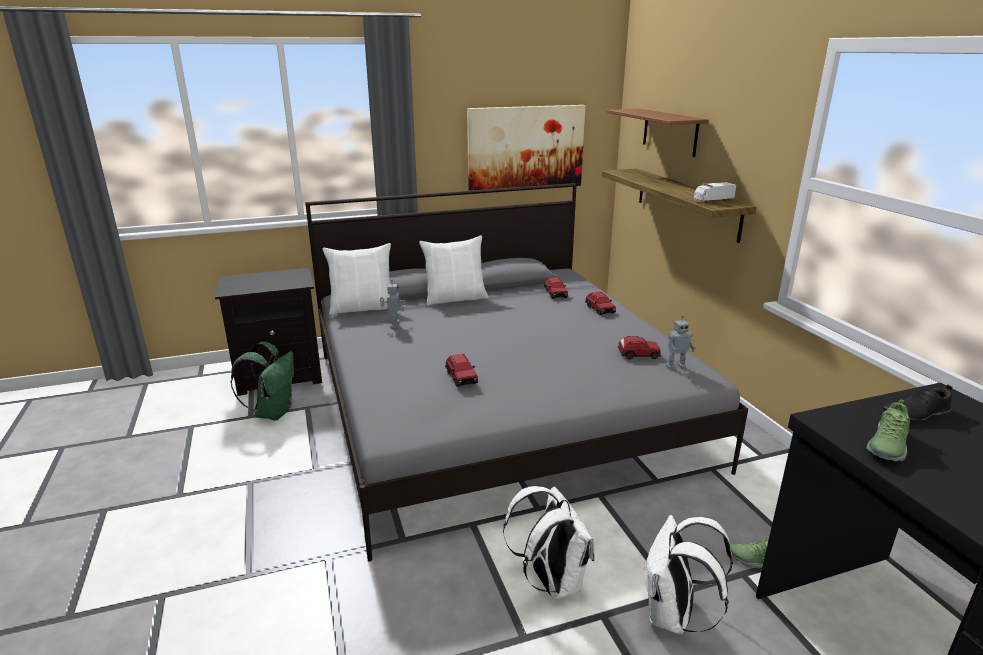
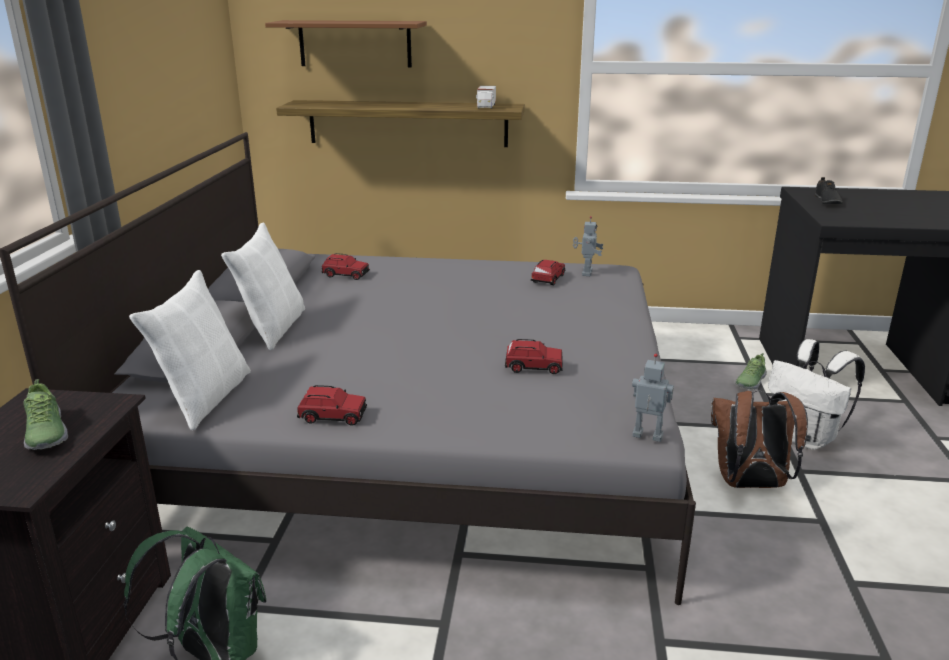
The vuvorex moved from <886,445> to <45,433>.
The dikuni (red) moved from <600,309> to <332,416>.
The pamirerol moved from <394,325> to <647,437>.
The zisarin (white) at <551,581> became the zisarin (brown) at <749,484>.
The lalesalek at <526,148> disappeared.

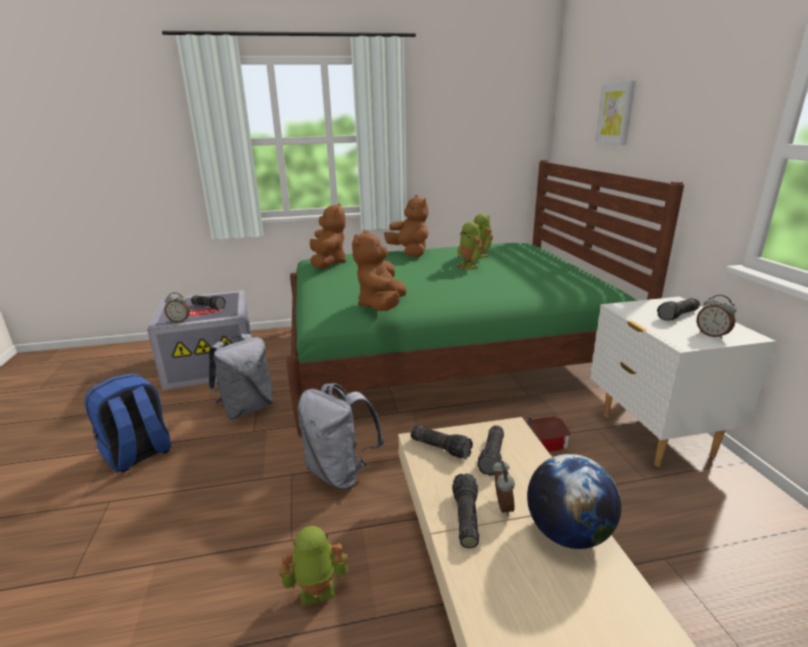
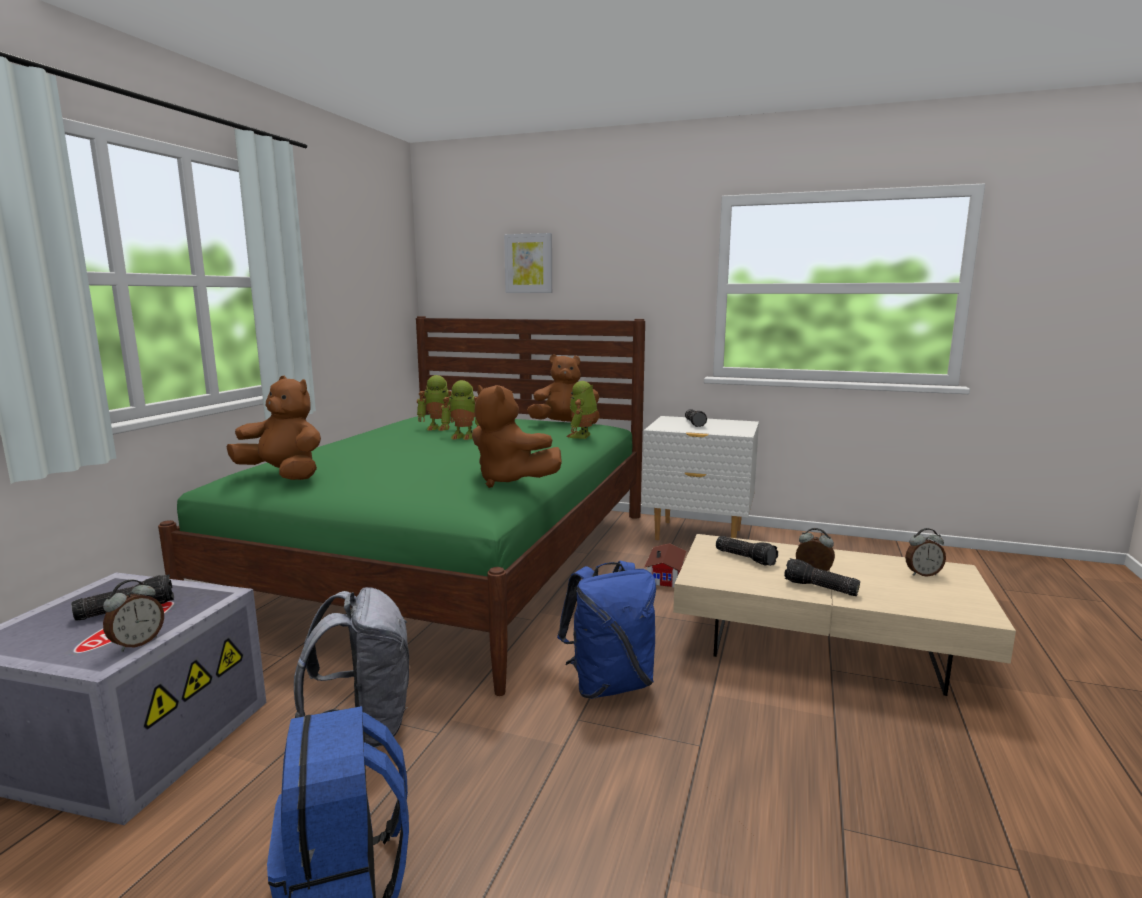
The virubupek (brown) moved from <410,253> to <565,425>.
The zisarin (grey) at <340,473> became the zisarin (blue) at <609,684>.
The pamirerol moved from <317,594> to <582,436>.
The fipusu moved from <712,335> to <922,574>.
The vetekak at <441,447> disappeared.
The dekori at <567,533> disappeared.

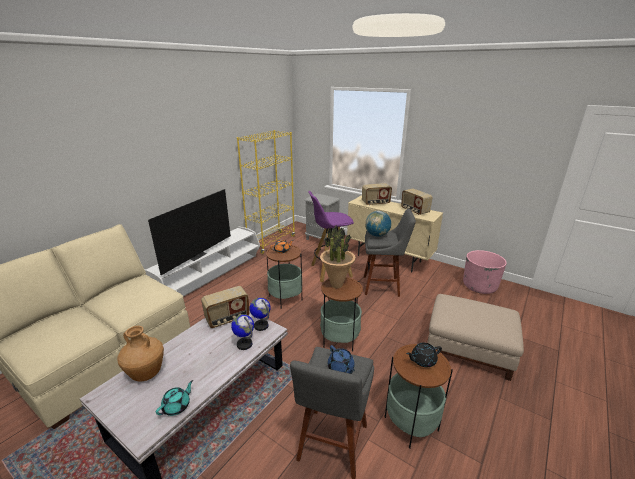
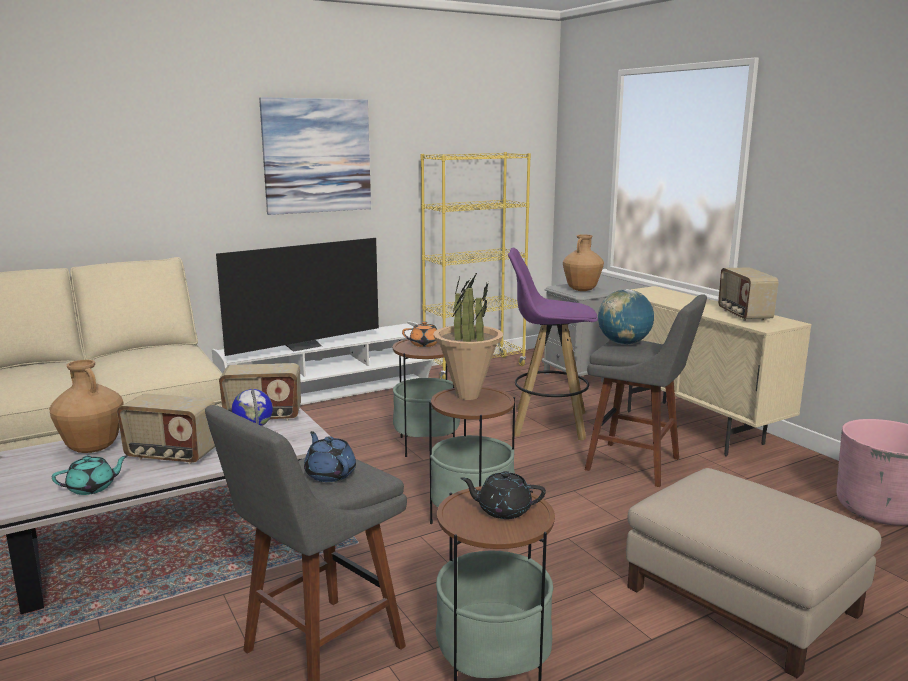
The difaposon moved from <375,203> to <171,456>.
The lalesalek at <317,156> appeared.
The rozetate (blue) at <341,368> turned 150 degrees clockwise.
The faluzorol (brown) at <581,290> appeared.
The dekori at <261,326> disappeared.

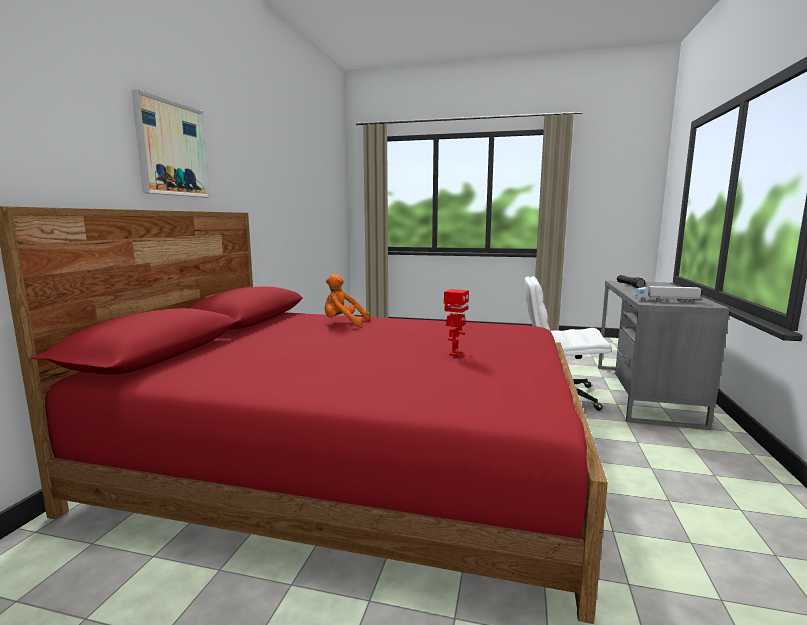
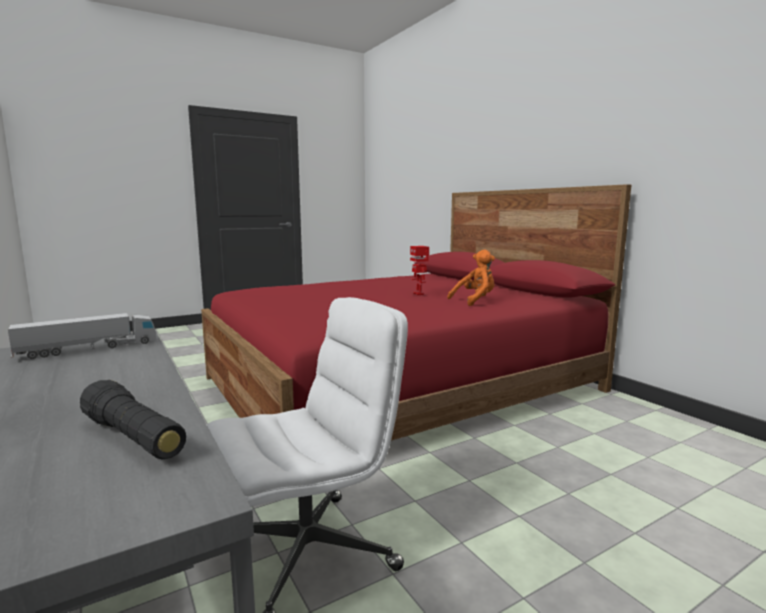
The pamirerol moved from <455,354> to <418,294>.
The lalesalek at <172,149> disappeared.

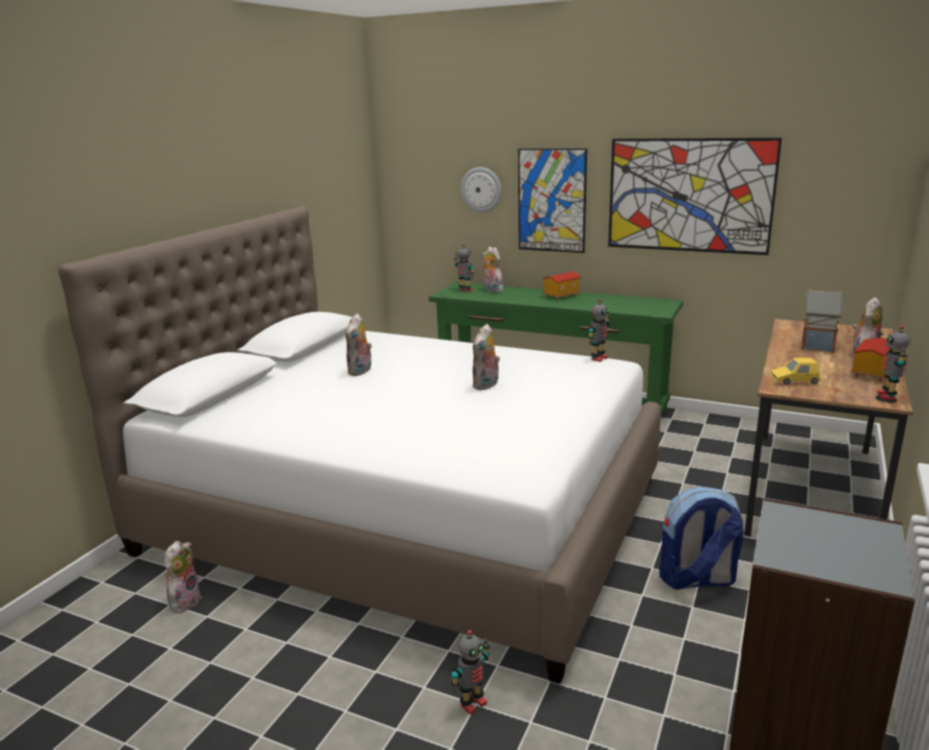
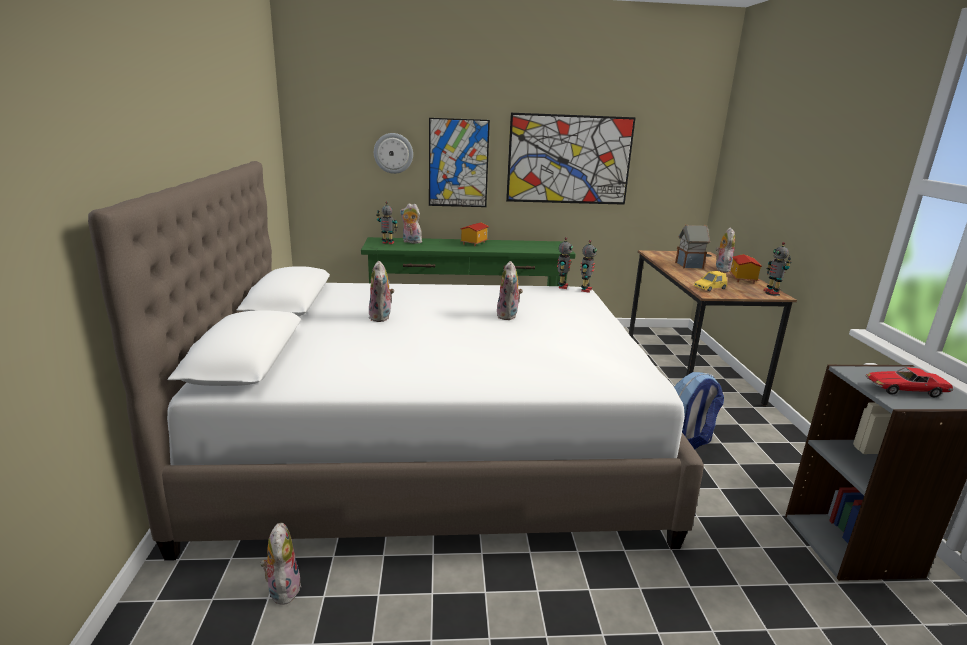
The pamirerol moved from <472,703> to <585,290>.
The dikuni at <904,390> appeared.

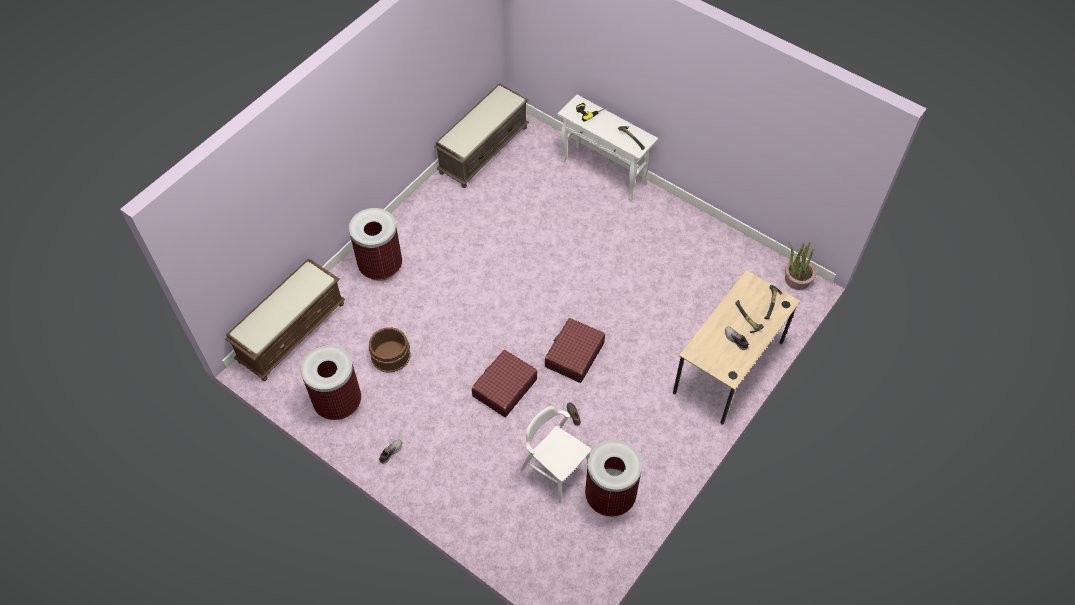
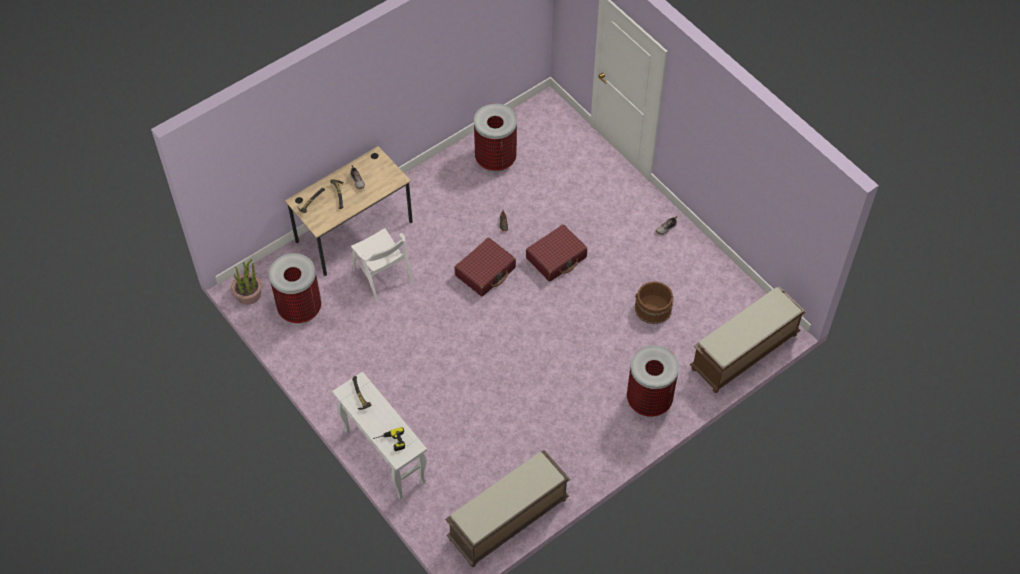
The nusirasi moved from <338,402> to <299,309>.
The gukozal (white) moved from <555,469> to <382,276>.

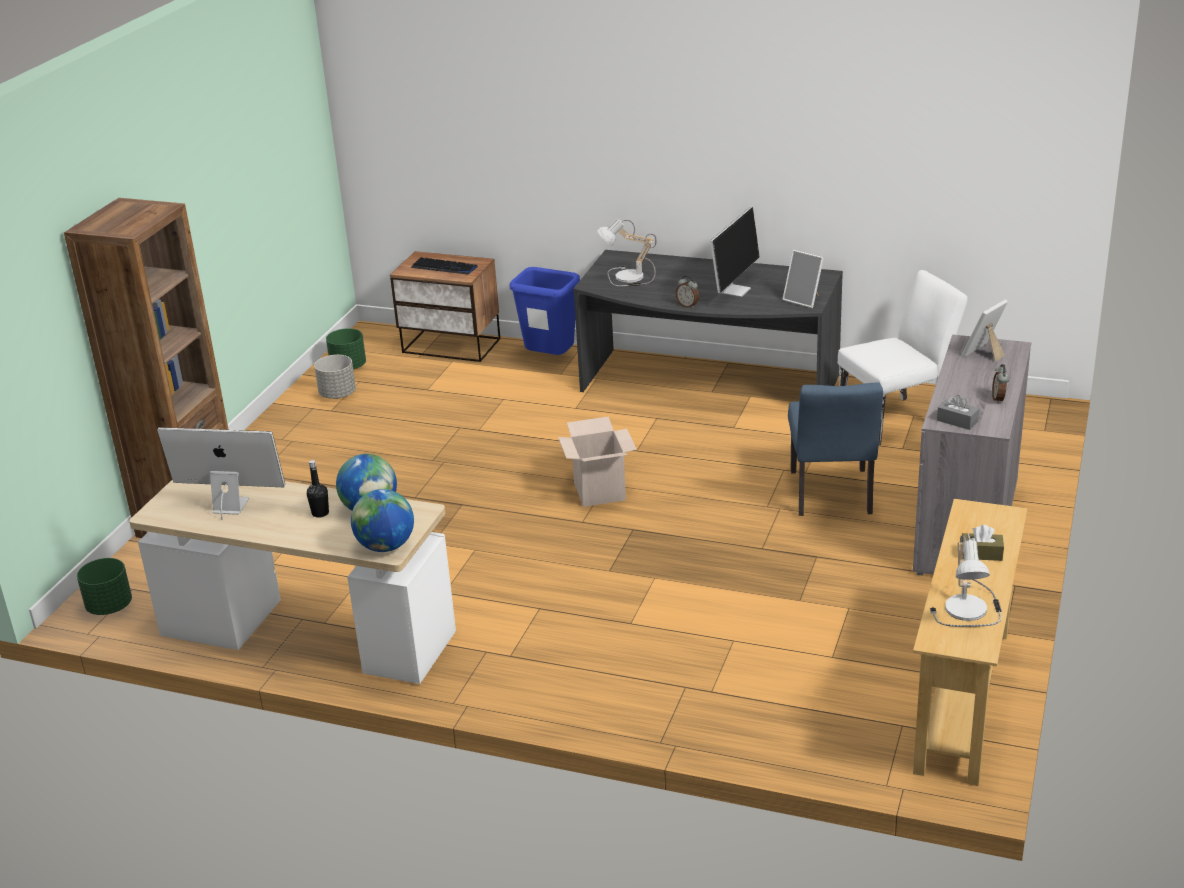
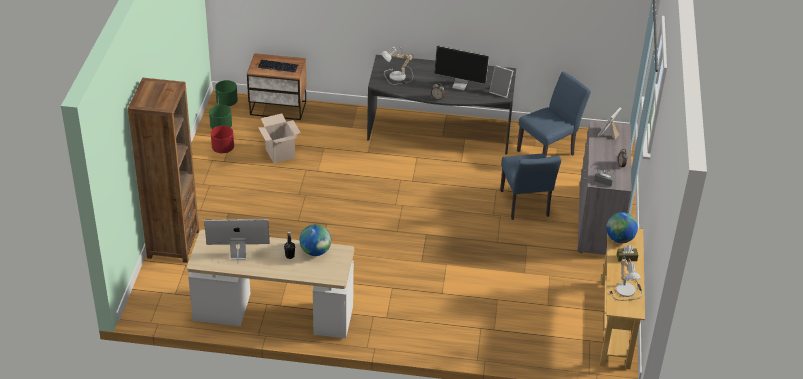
The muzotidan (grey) at <337,394> became the muzotidan (red) at <223,149>.
The muzotidan (green) moved from <109,607> to <227,103>.
The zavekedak moved from <599,491> to <280,153>.
The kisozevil at <735,290> turned 90 degrees clockwise.
The gukozal (white) at <898,419> became the gukozal (blue) at <549,151>.
The dekori moved from <385,546> to <619,239>.
The nusirasi (blue) at <551,361> disappeared.

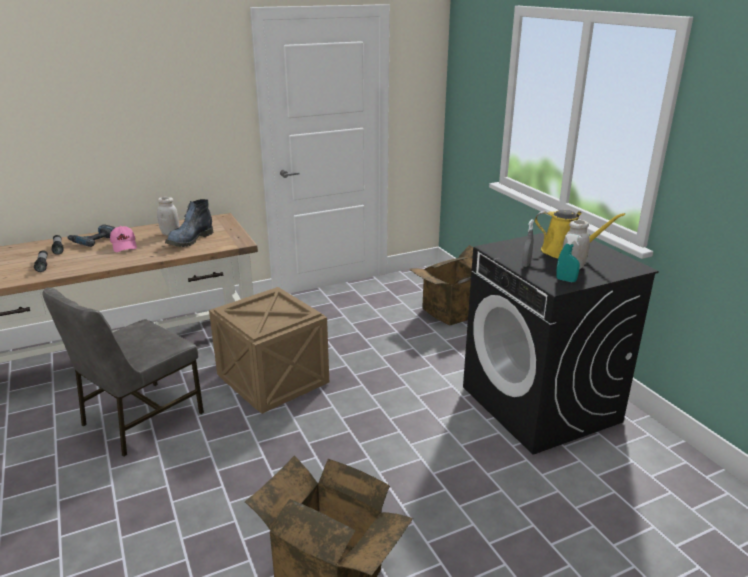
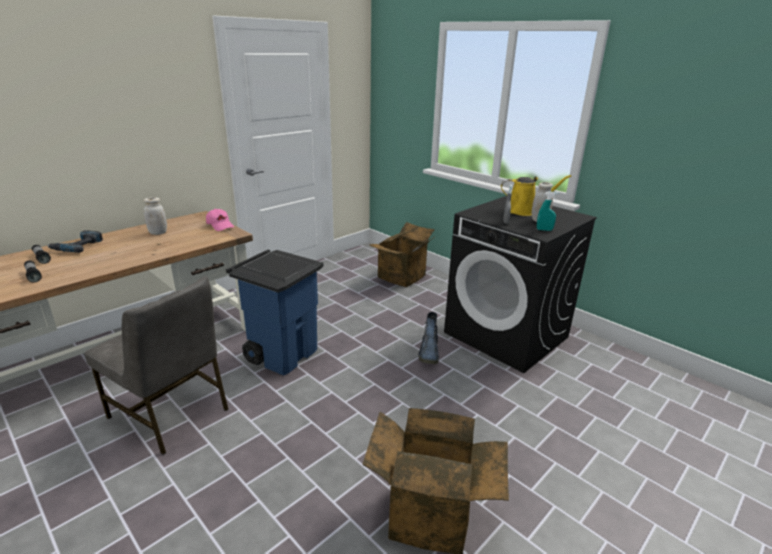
The gukozal (grey) at <140,419> turned 75 degrees counterclockwise.
The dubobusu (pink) moved from <124,245> to <220,226>.
The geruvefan at <272,379> was replaced by the nusirasi (blue) at <283,354>.
The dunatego moved from <189,240> to <429,352>.

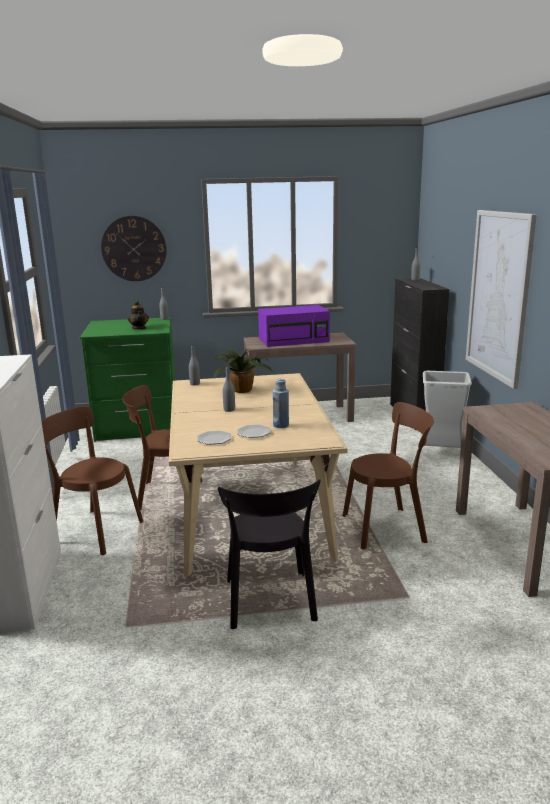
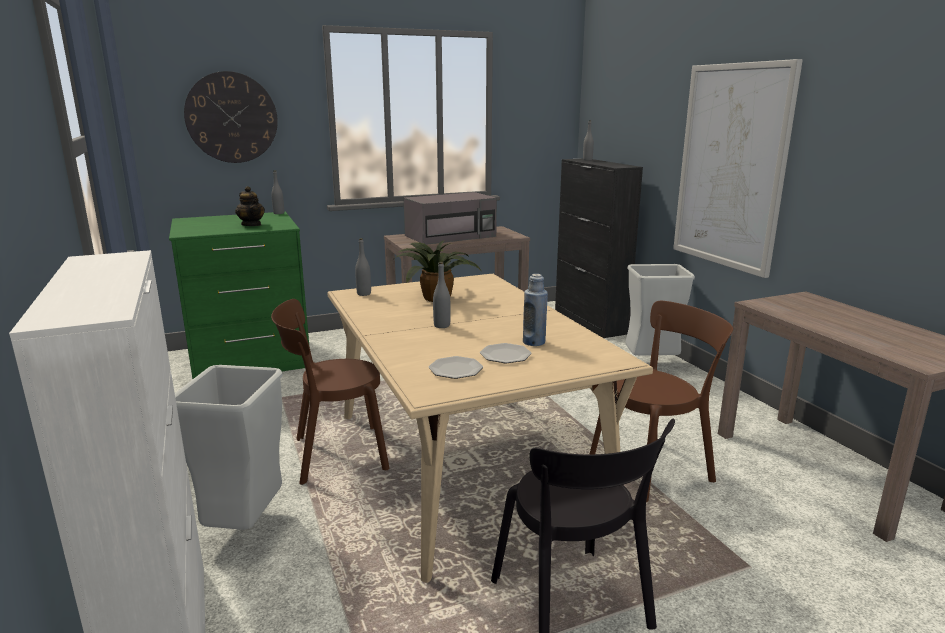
The gukozal (brown) at <93,531> was replaced by the nusirasi (grey) at <246,525>.
The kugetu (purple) at <294,340> became the kugetu (grey) at <451,236>.

